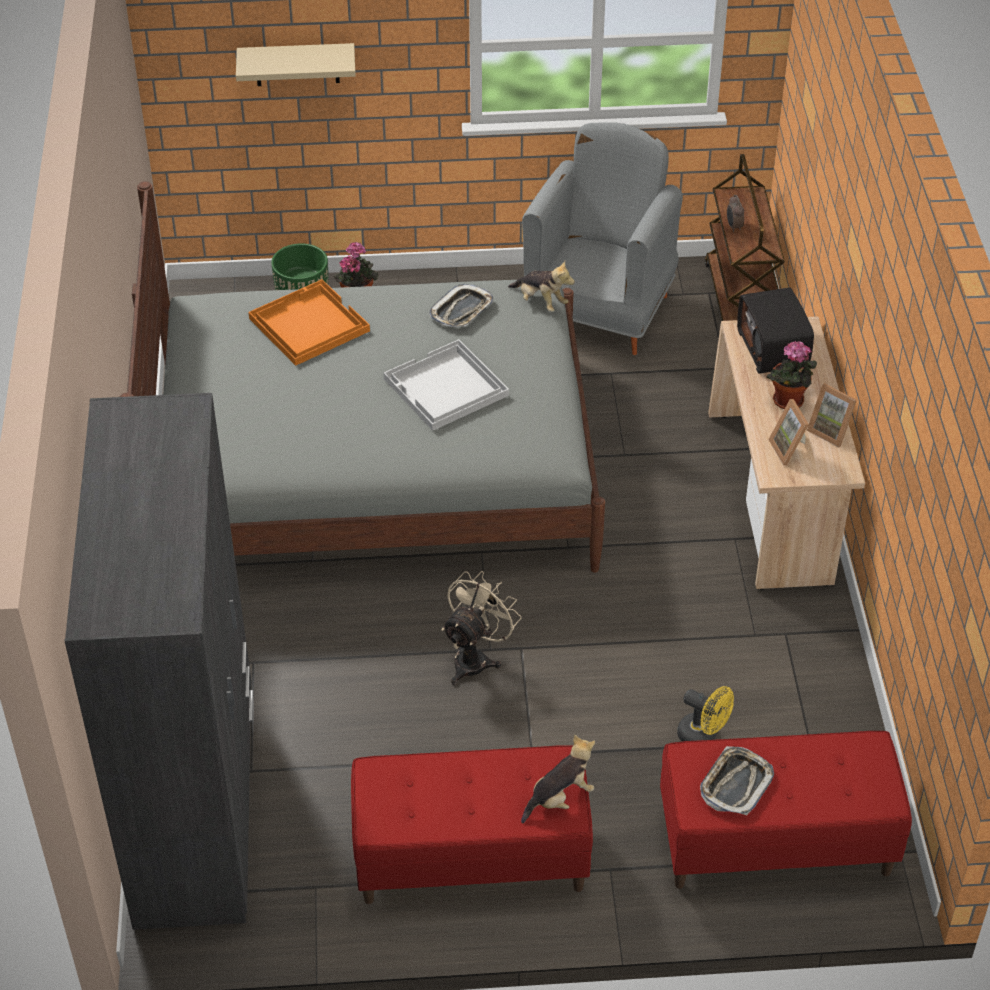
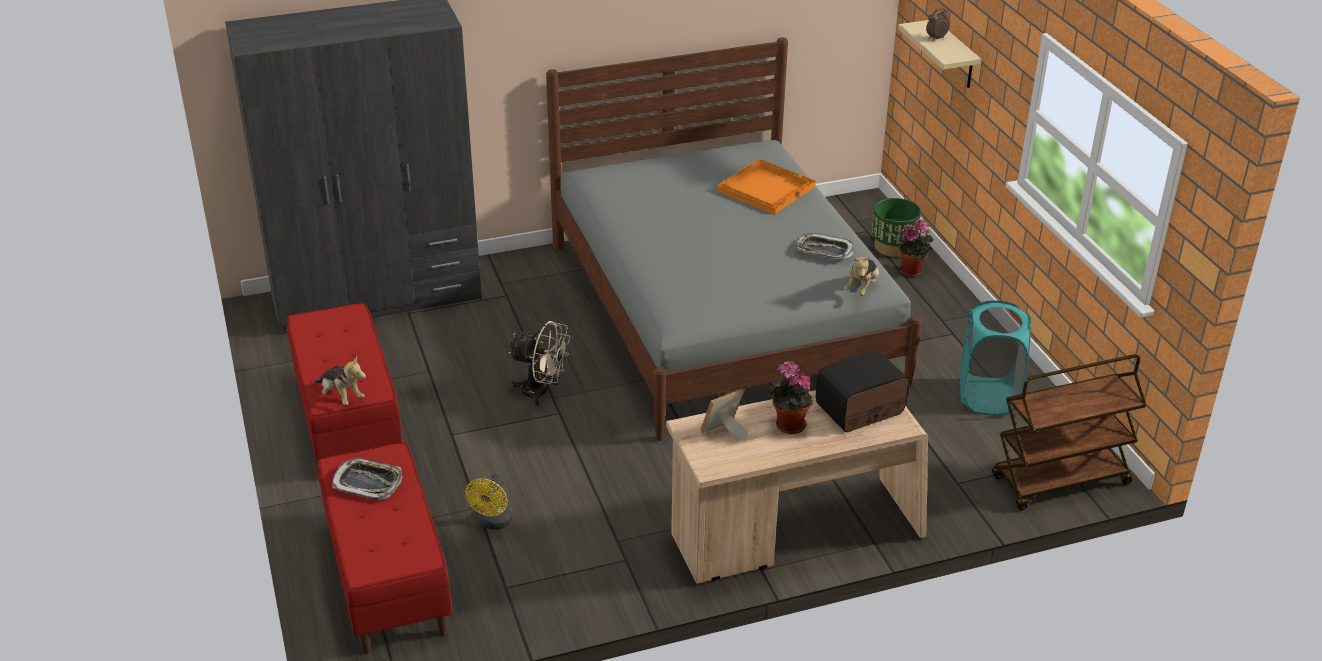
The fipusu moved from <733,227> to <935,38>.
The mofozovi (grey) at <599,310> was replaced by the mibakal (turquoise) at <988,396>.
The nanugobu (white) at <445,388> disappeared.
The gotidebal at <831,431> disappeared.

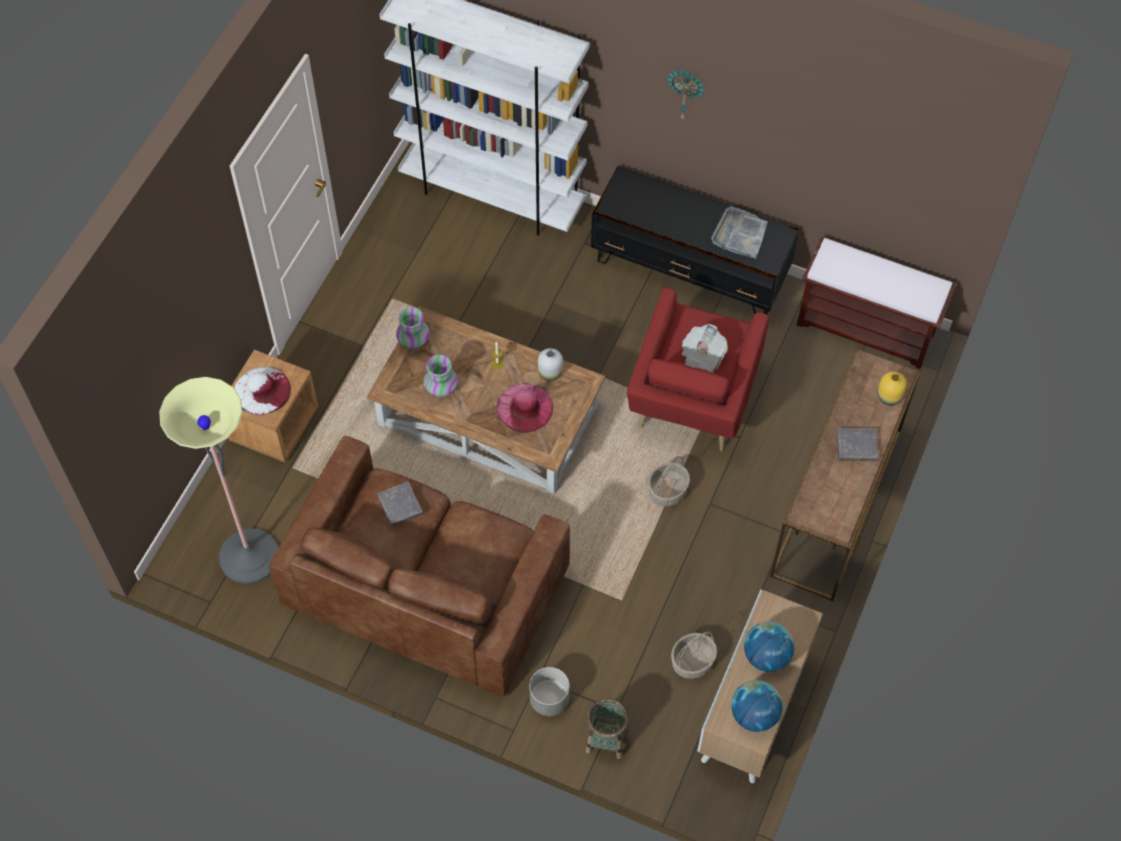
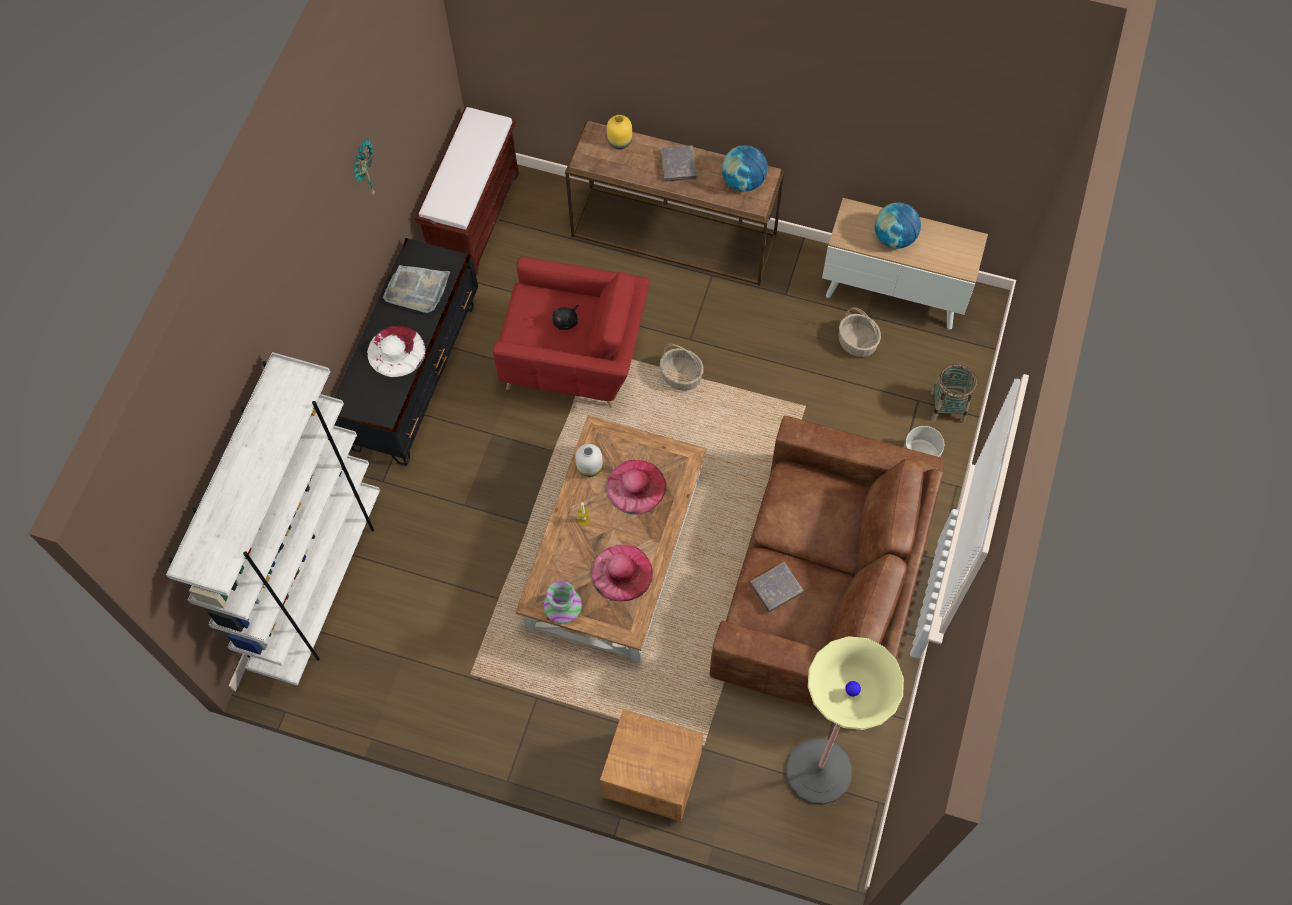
The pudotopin moved from <686,93> to <363,171>.
The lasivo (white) moved from <262,390> to <396,351>.
The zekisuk at <701,358> was replaced by the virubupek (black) at <566,321>.
The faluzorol at <441,388> was replaced by the lasivo (pink) at <621,573>.
The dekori moved from <754,715> to <743,181>.

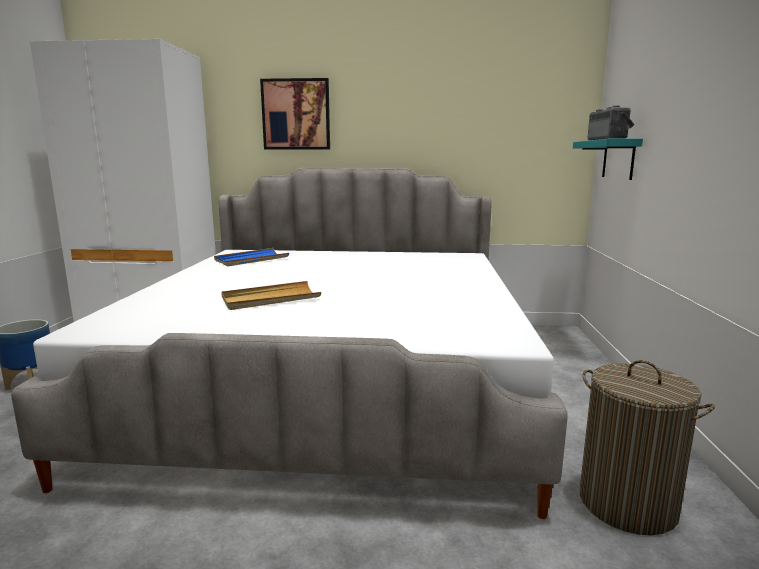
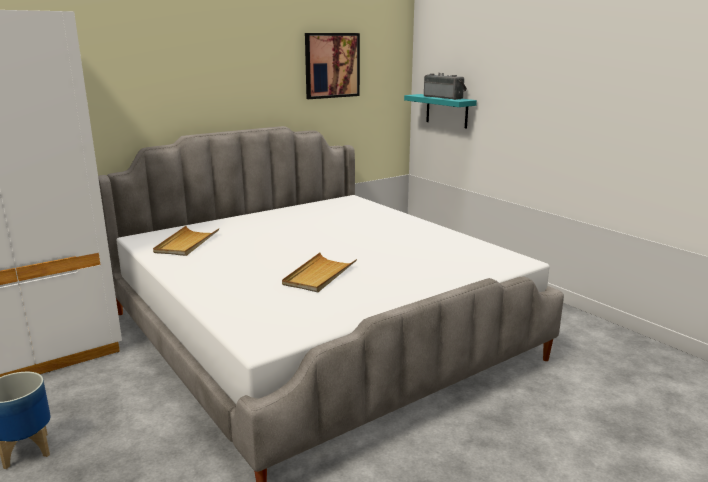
The nanugobu (blue) at <251,260> became the nanugobu (beige) at <186,243>.
The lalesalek moved from <296,114> to <332,65>.
The mibakal at <627,504> disappeared.

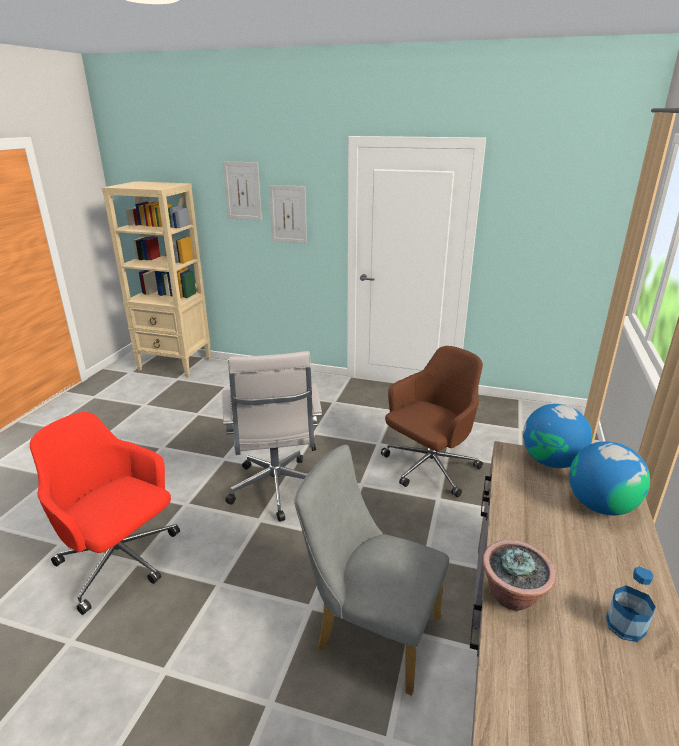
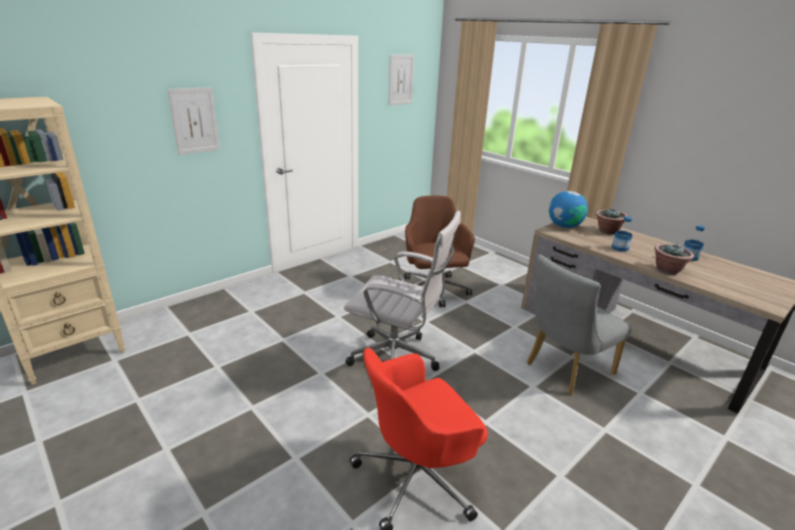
The lalesalek moved from <242,191> to <400,80>.
The dekori at <600,505> was replaced by the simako at <607,231>.
The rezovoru at <620,248> appeared.

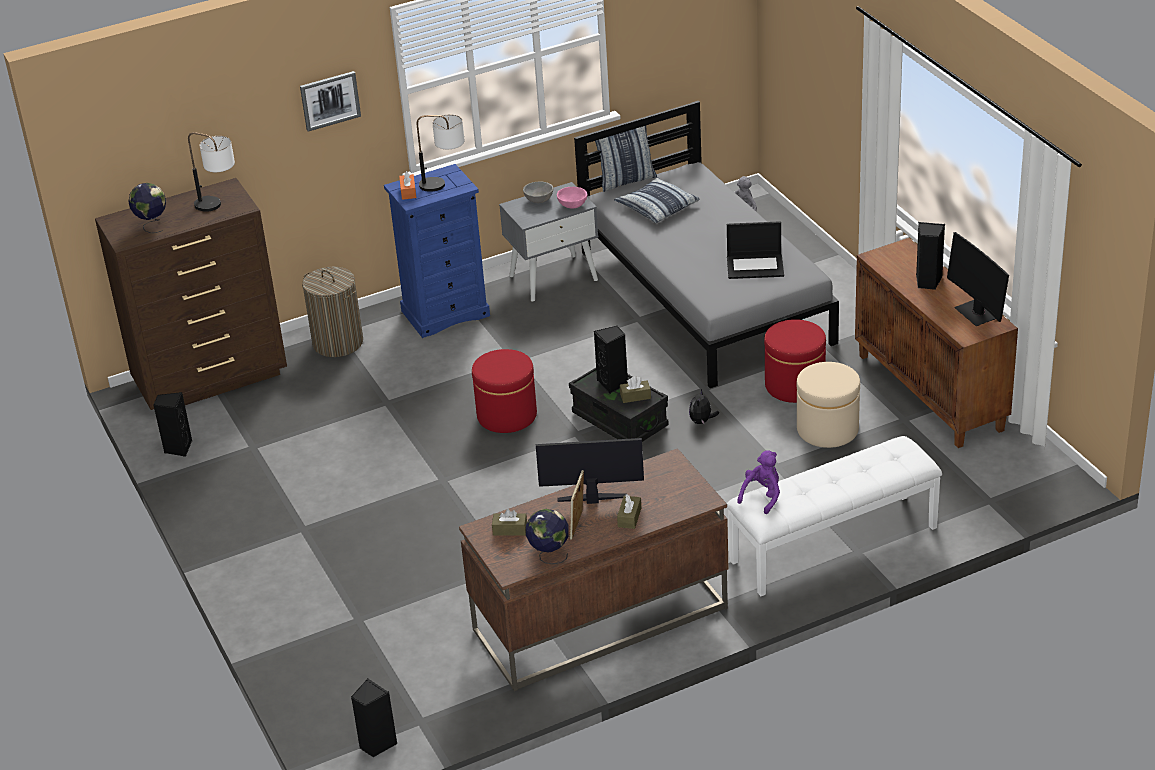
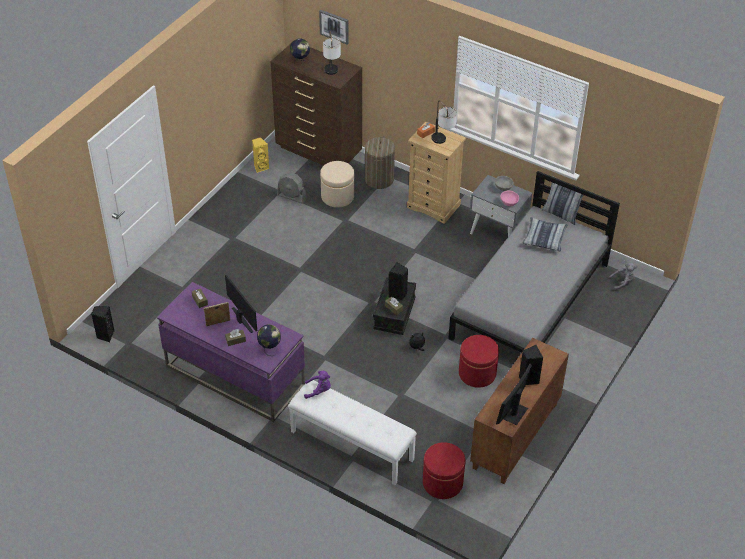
The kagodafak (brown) at <599,620> became the kagodafak (purple) at <234,375>.
The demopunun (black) at <178,448> became the demopunun (yellow) at <260,167>.
The dekori moved from <549,556> to <269,348>.
The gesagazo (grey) at <292,196> appeared.
The lalesalek moved from <330,100> to <334,26>.
The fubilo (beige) moved from <827,429> to <337,196>.
The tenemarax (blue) at <445,313> became the tenemarax (beige) at <433,206>.
The fubilo (red) moved from <507,415> to <442,482>.
The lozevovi at <755,266> disappeared.

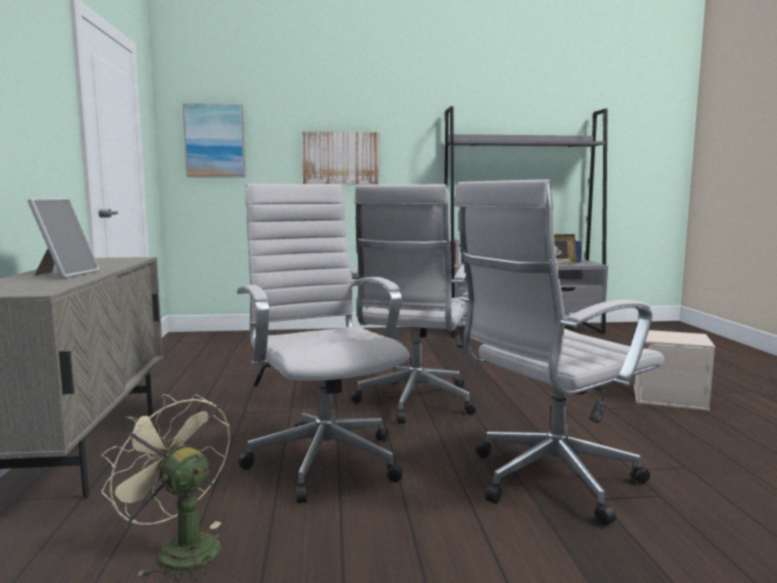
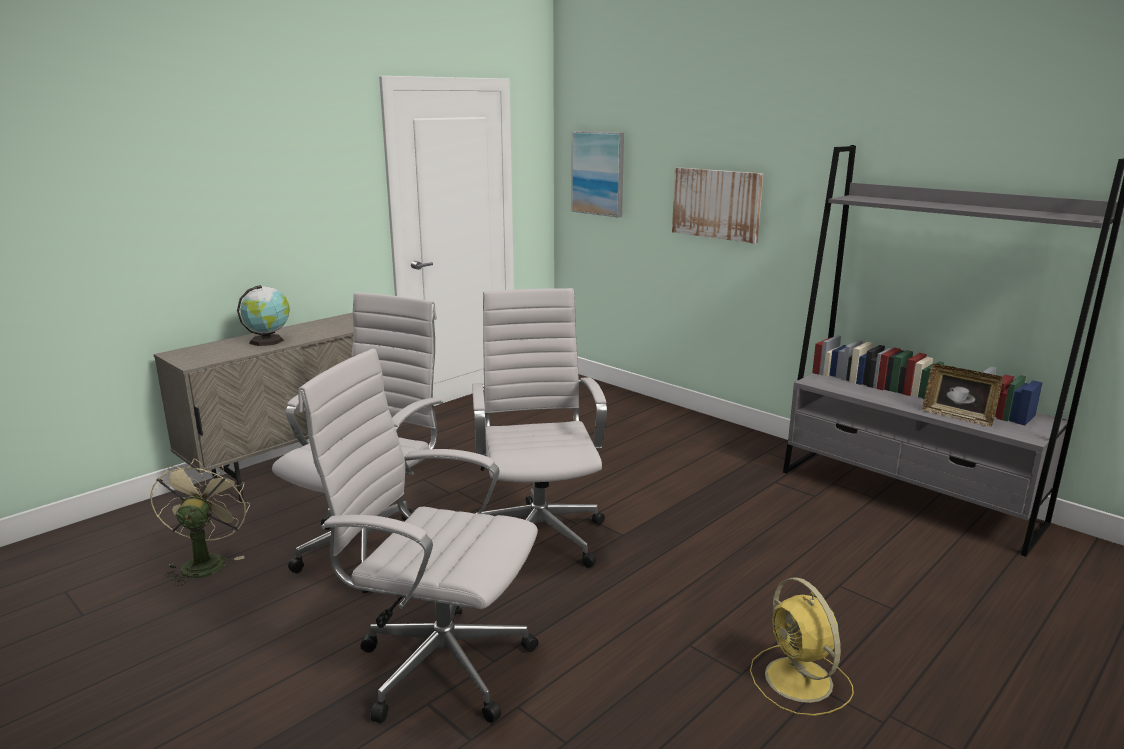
The gotidebal at <65,274> was replaced by the dekori at <268,340>.
The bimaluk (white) at <414,404> turned 105 degrees clockwise.
The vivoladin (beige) at <670,398> was replaced by the gesagazo (yellow) at <800,681>.

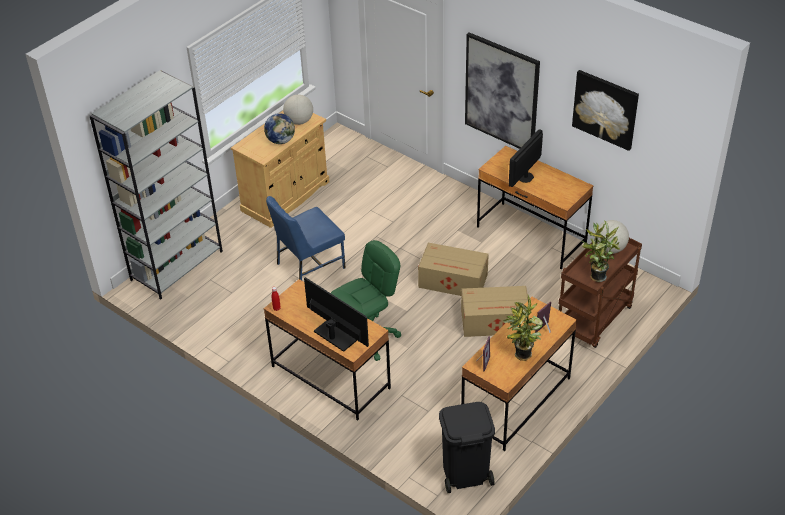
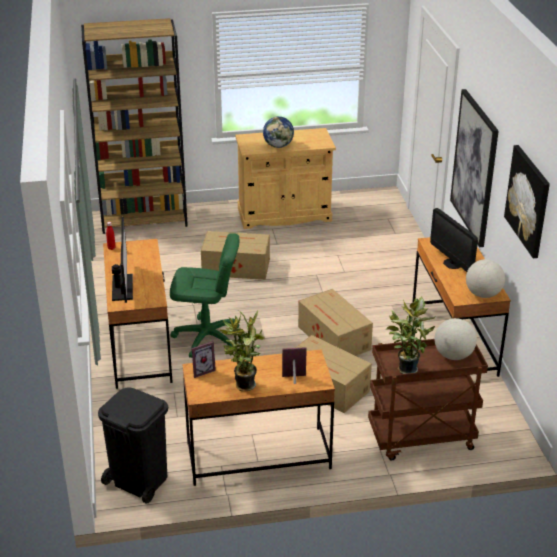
The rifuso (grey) at <177,265> became the rifuso (brown) at <144,219>.
The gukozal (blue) at <309,265> was replaced by the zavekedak at <235,267>.
The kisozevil at <525,177> turned 105 degrees counterclockwise.
The dekori moved from <299,121> to <483,294>.

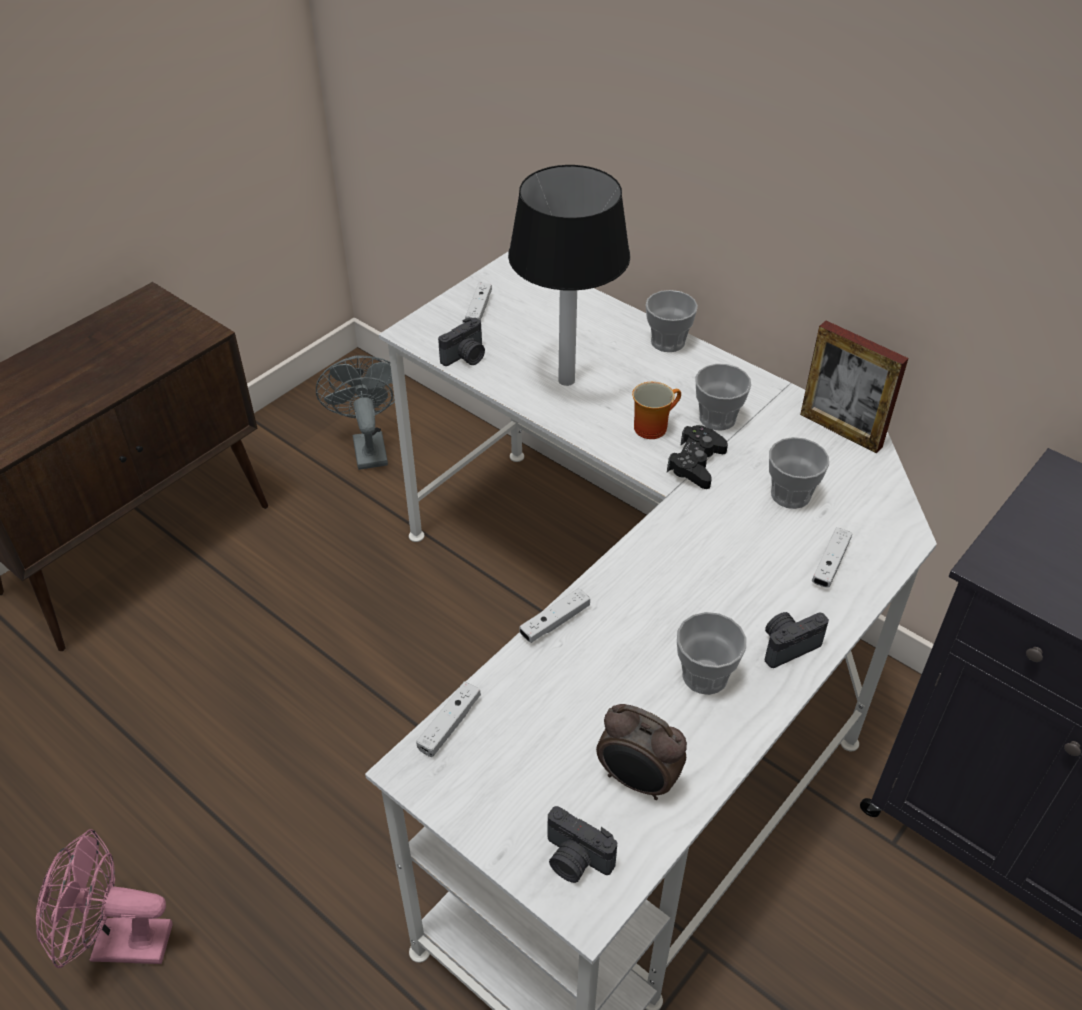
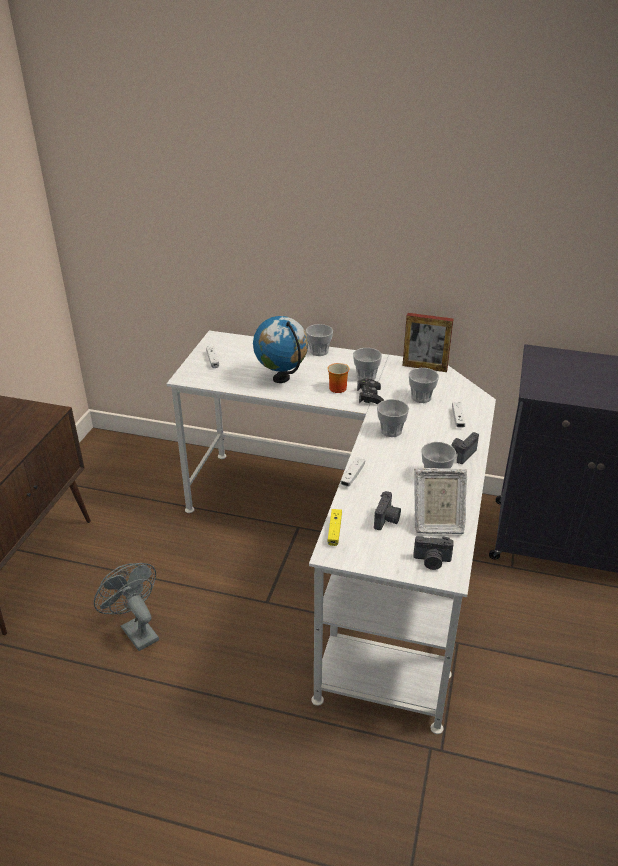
The gesagazo (grey) moved from <368,446> to <136,630>.
The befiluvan at <566,379> was replaced by the dekori at <281,378>.
The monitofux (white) at <449,724> became the monitofux (yellow) at <334,530>.
The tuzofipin moved from <466,357> to <387,520>.
The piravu at <391,431> appeared.
The fipusu at <637,781> was replaced by the gotidebal at <436,523>.
The gesagazo (pink) at <119,943> disappeared.

